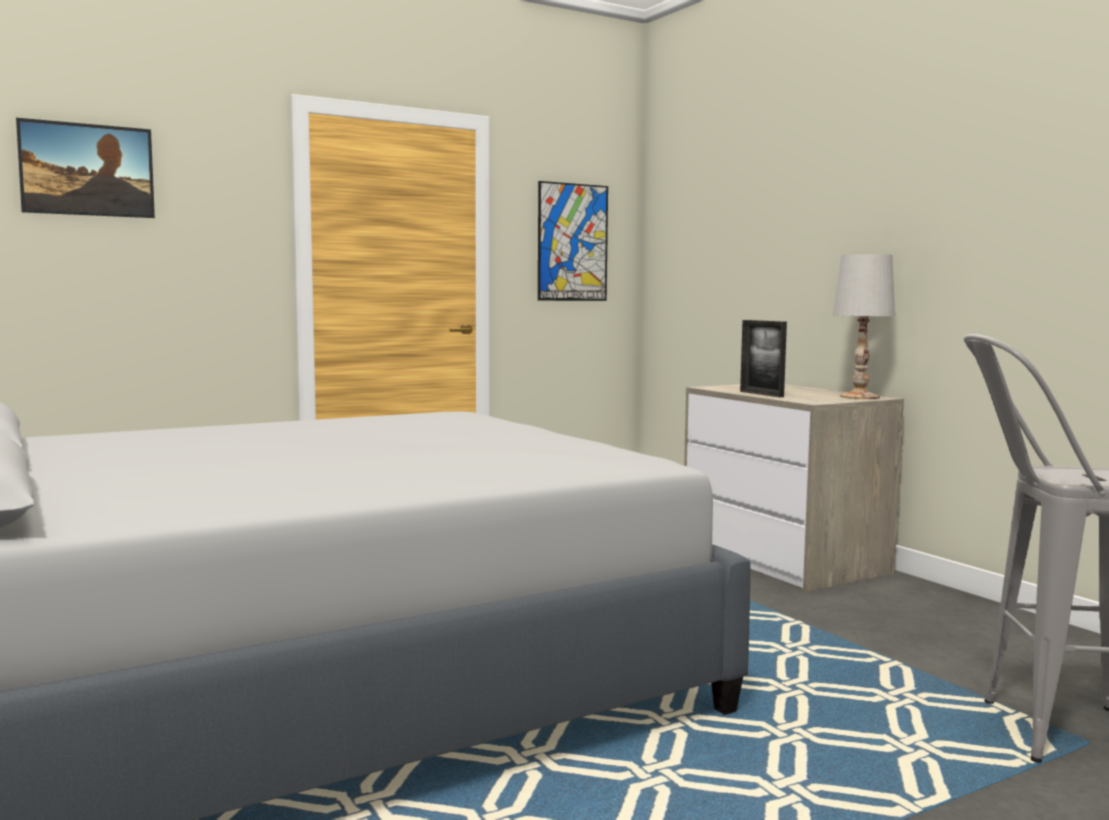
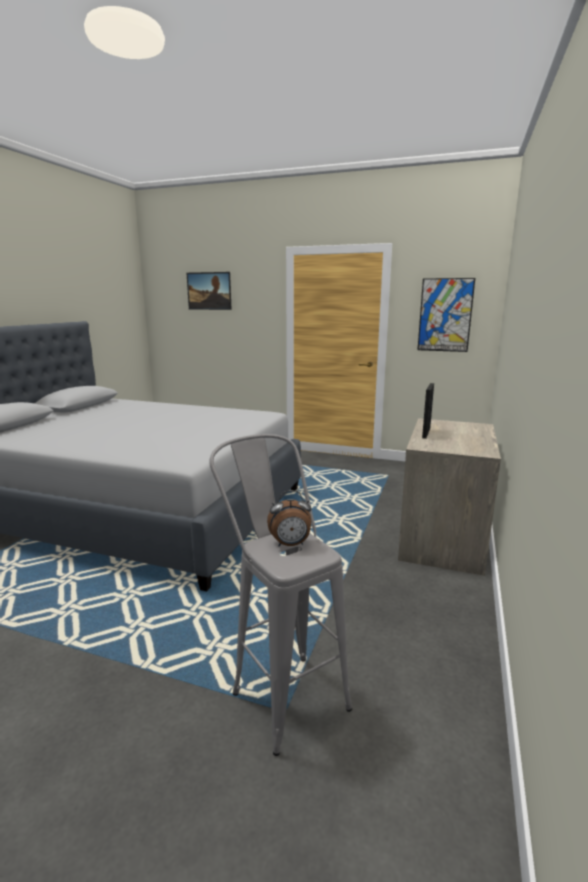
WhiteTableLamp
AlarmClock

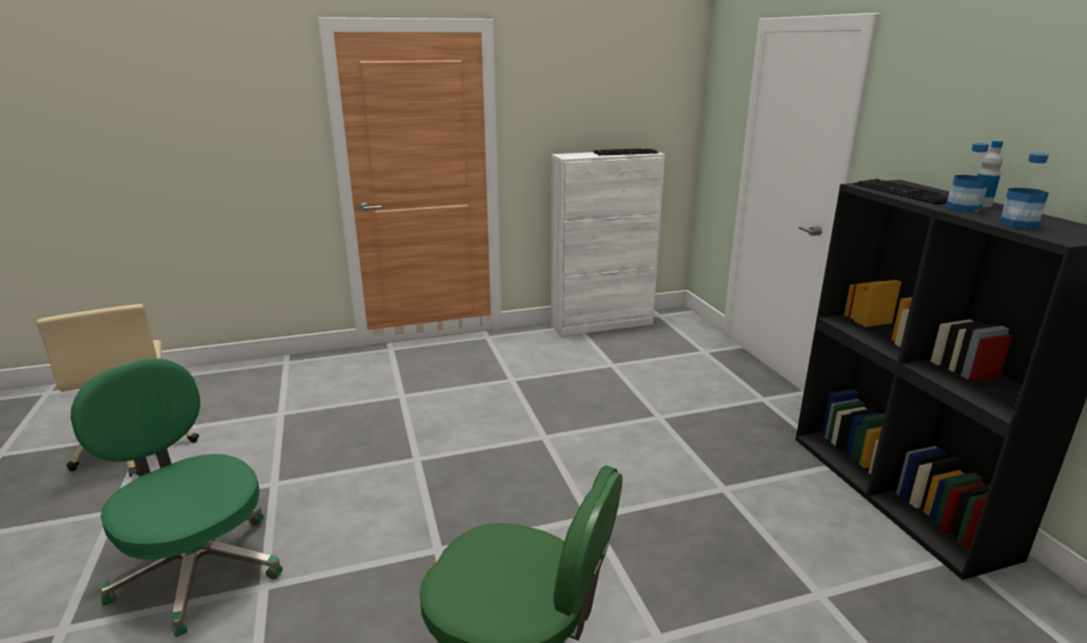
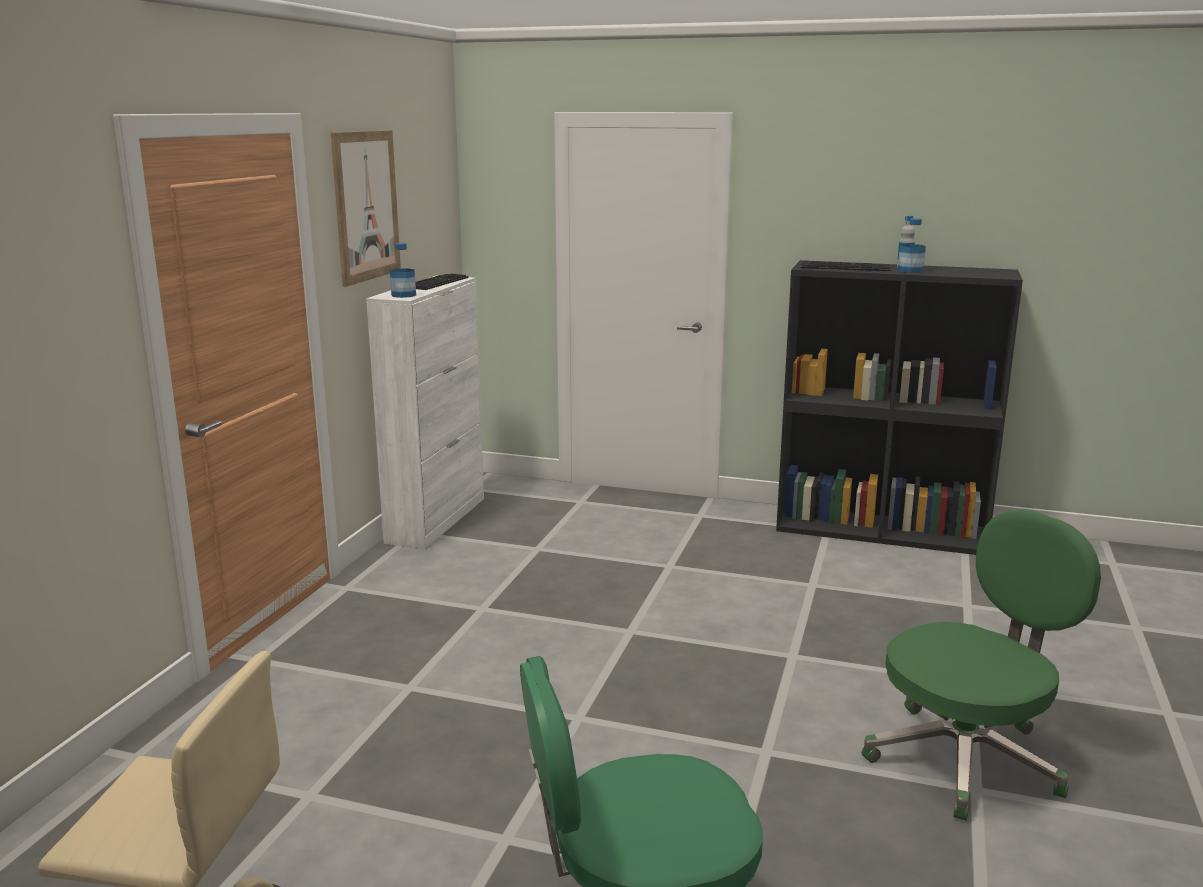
Bottle (no. 1 from left)
Picture

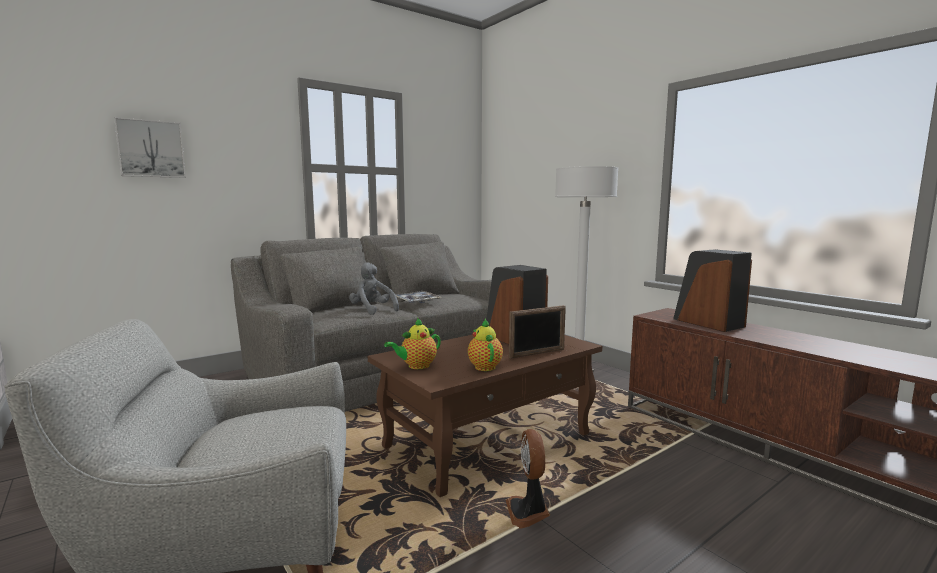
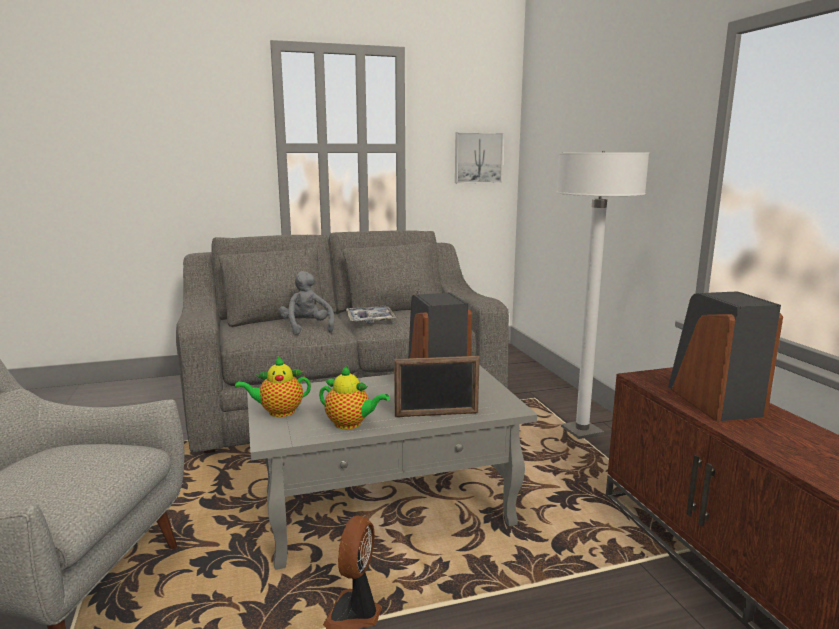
Picture
Teapot (no. 2 from left)
GreyCoffeeTable

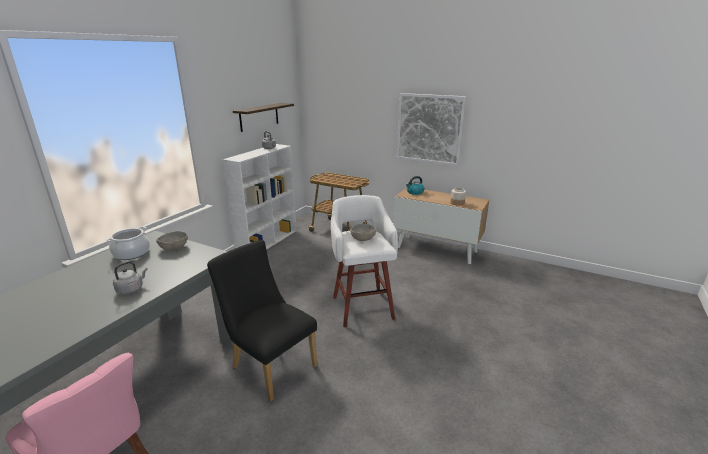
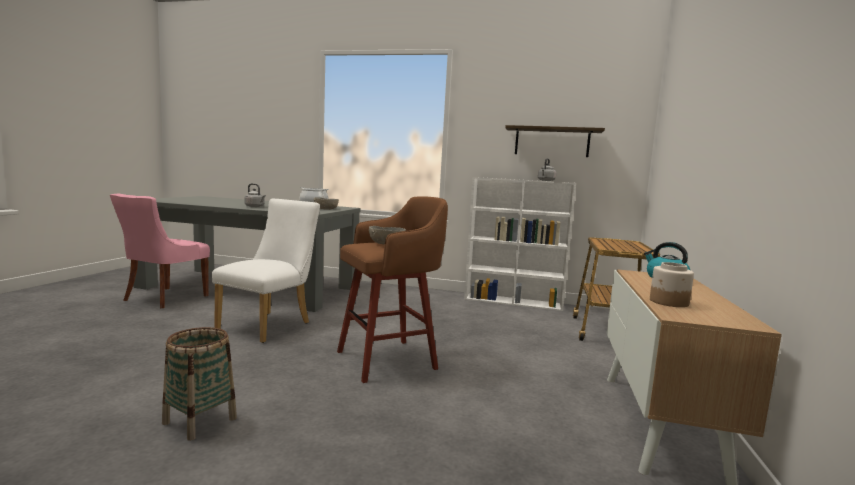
Picture
BrownStool
WhiteChair
Basket

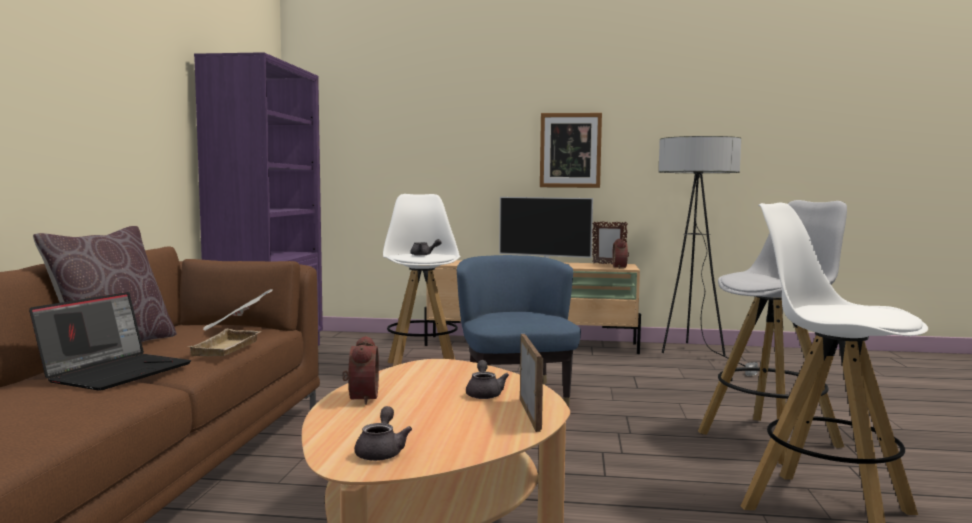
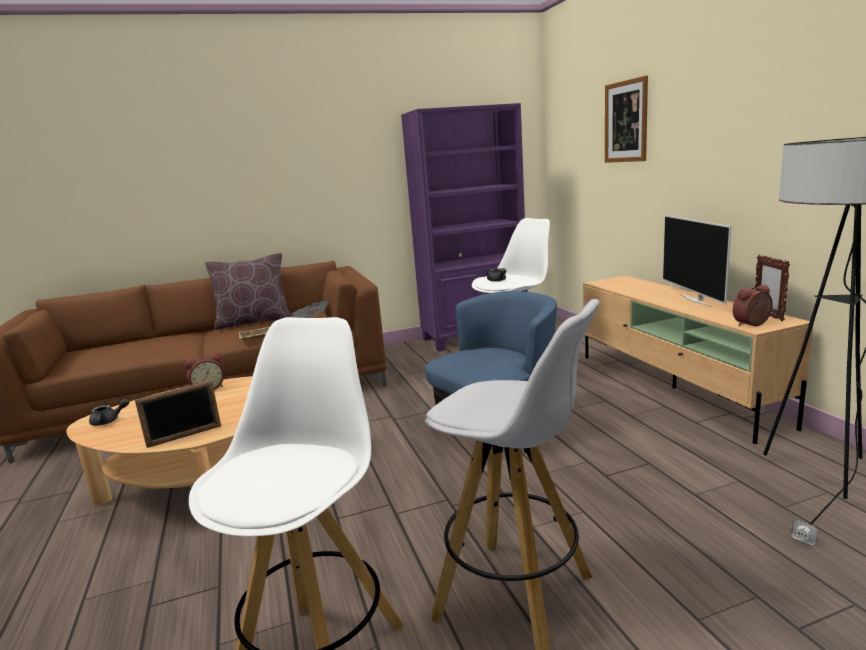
Picture
Laptop
GreyTeapot (no. 3 from left in the first image)

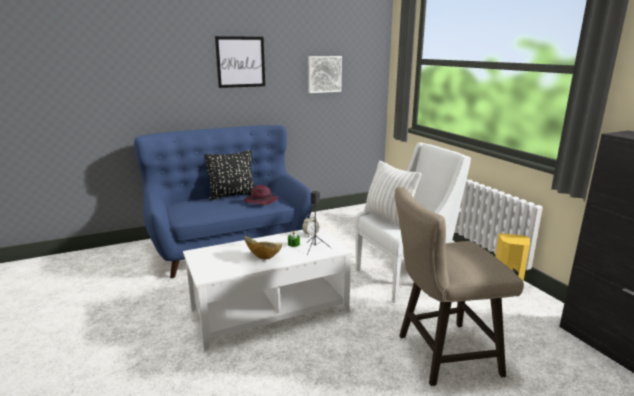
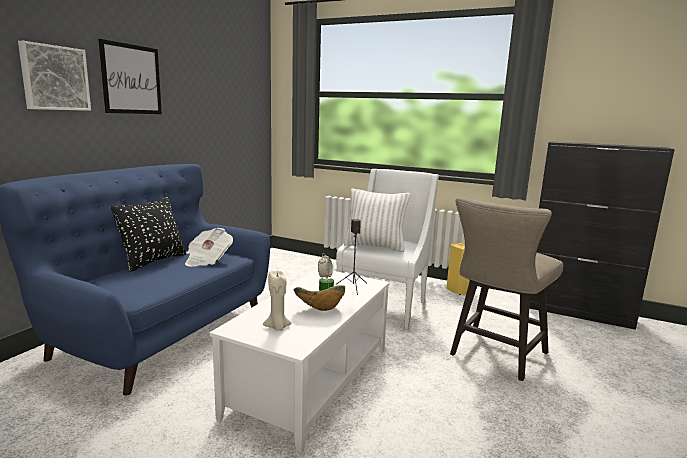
Picture (no. 1 from left)
Newspaper
BeigeCandle

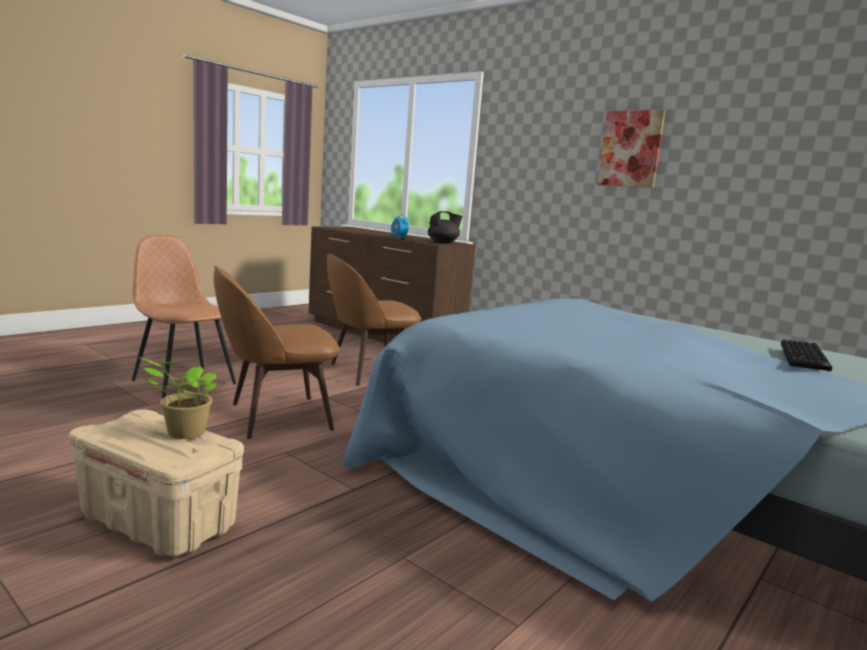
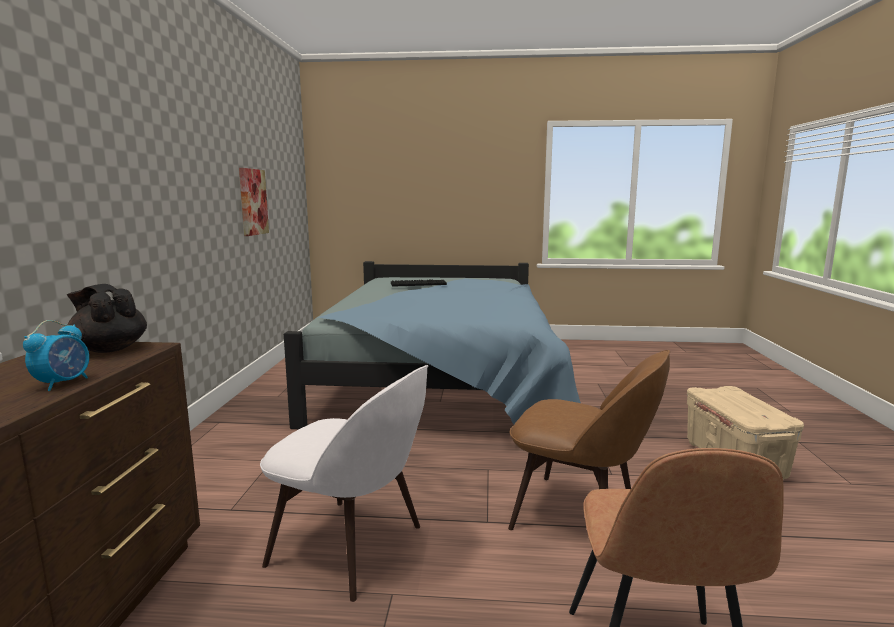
Picture
WhiteChair
PottedPlant

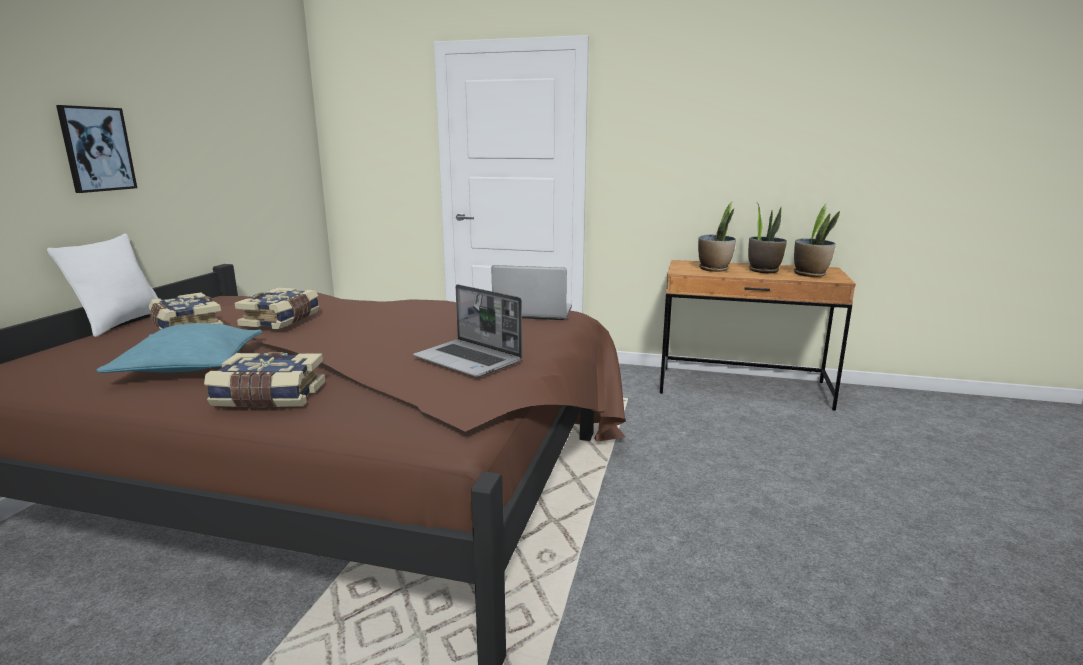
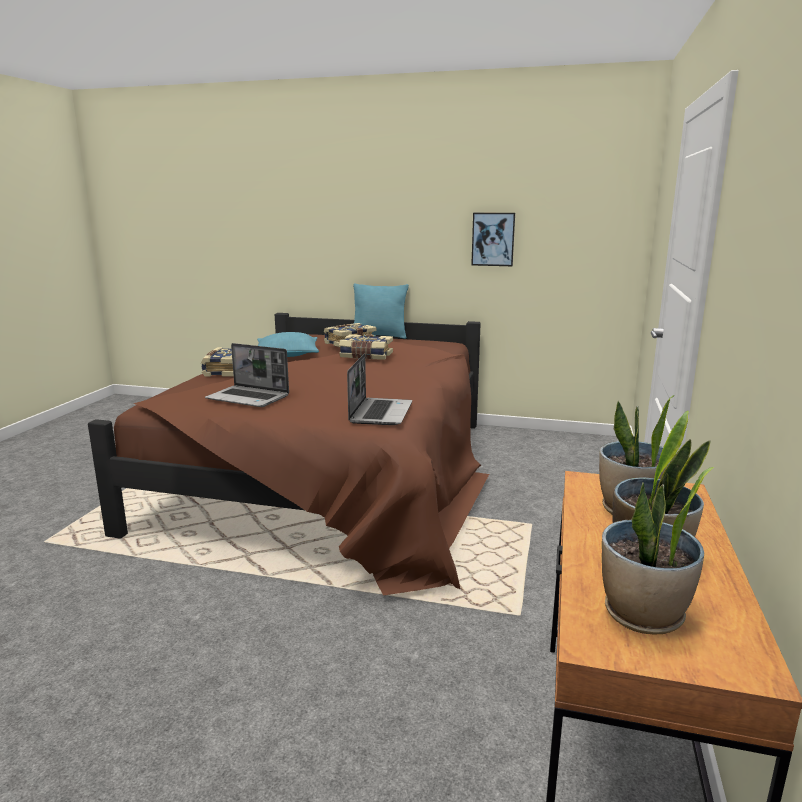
Picture
TurquoisePillow (no. 2 from left)
Laptop (no. 1 from left)

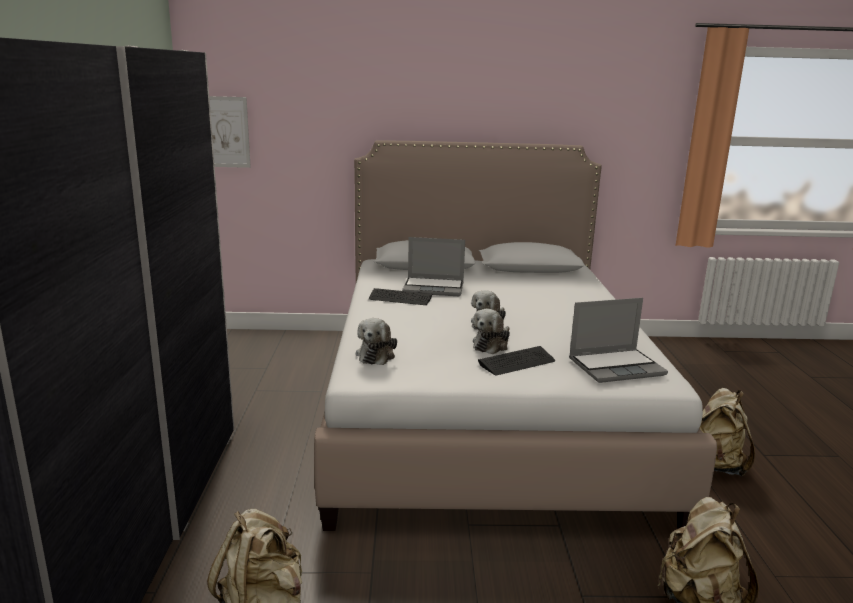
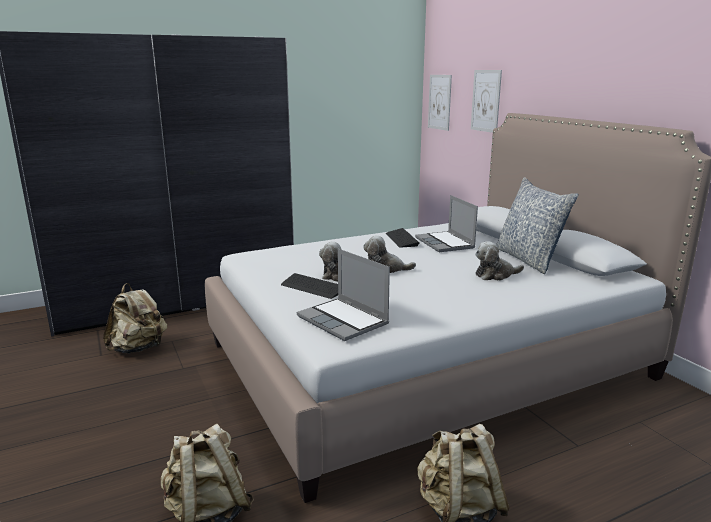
PlushToy (no. 3 from left)
Picture (no. 2 from left)
Pillow

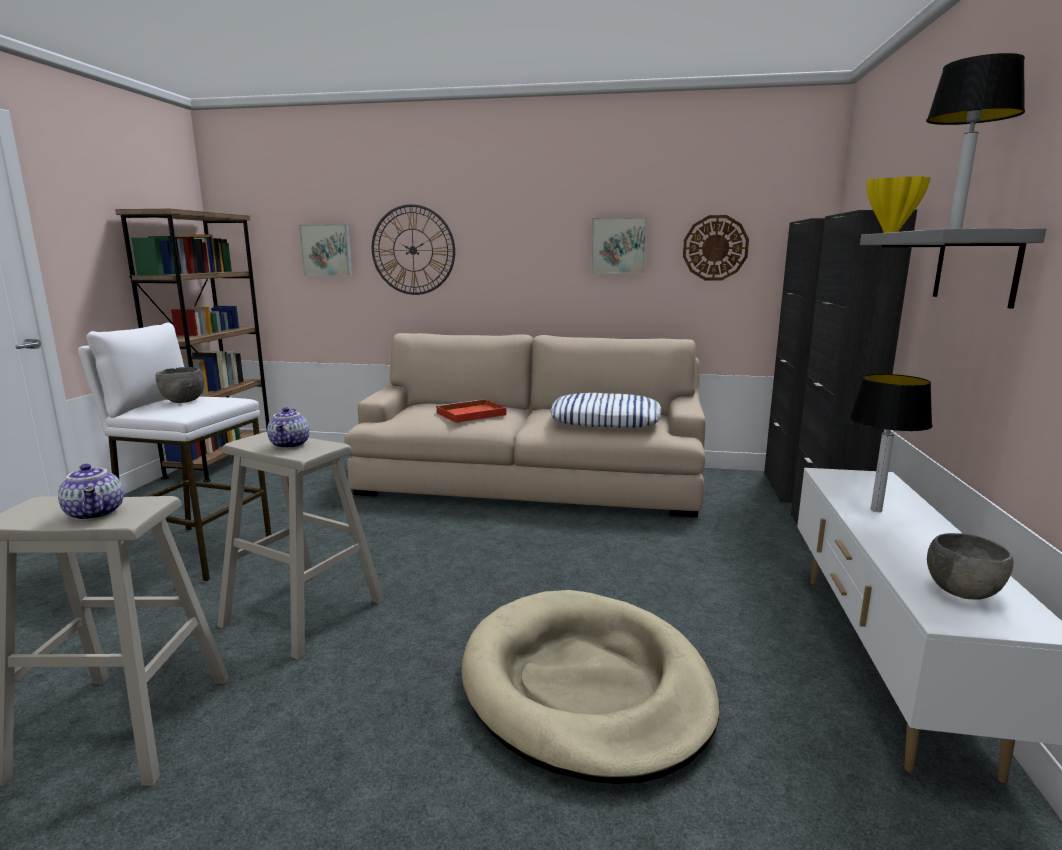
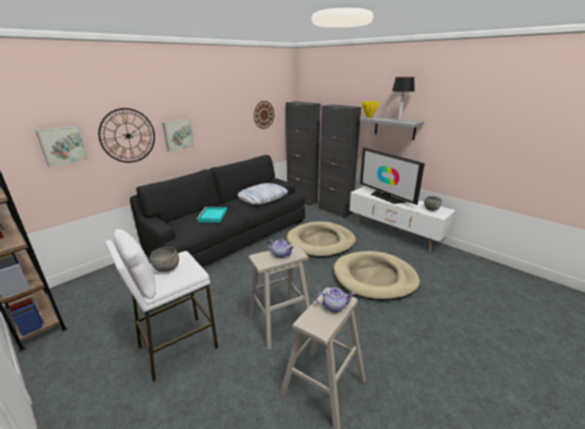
Picture (no. 2 from left)
BlackSofa
Television
TurquoiseTray
BeigeDogBed (no. 1 from left)

